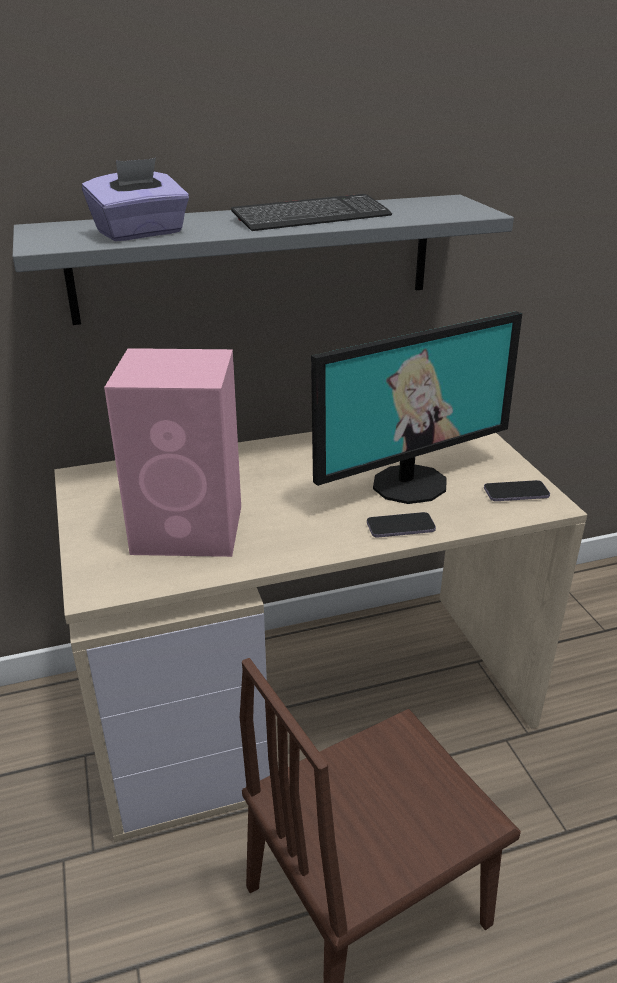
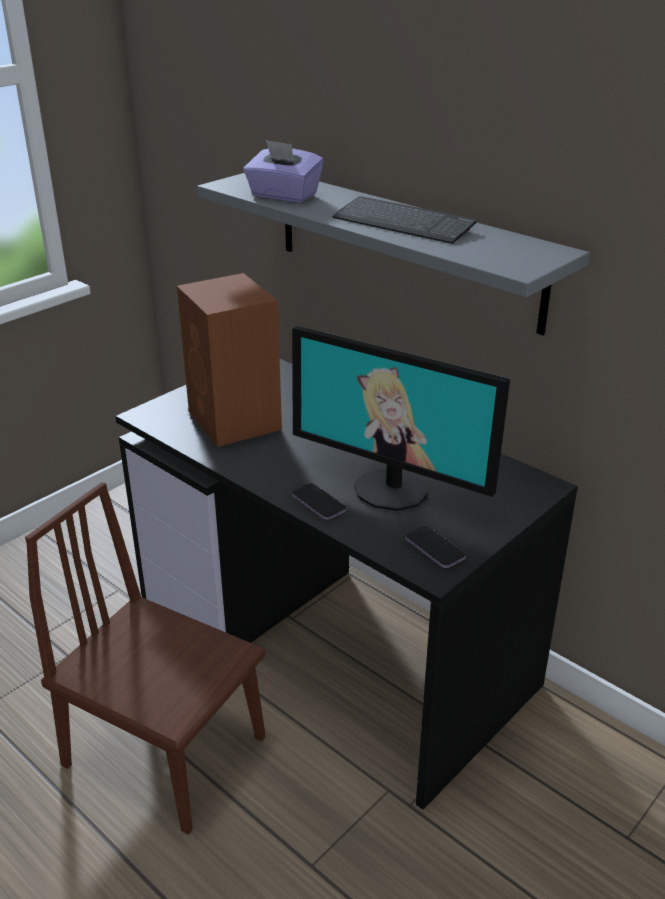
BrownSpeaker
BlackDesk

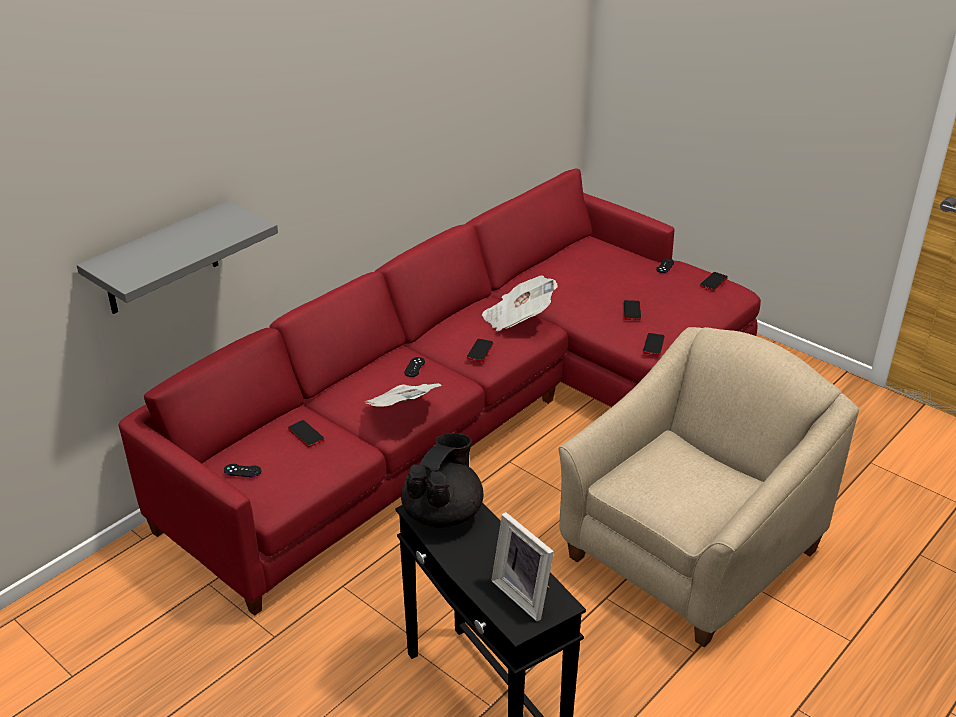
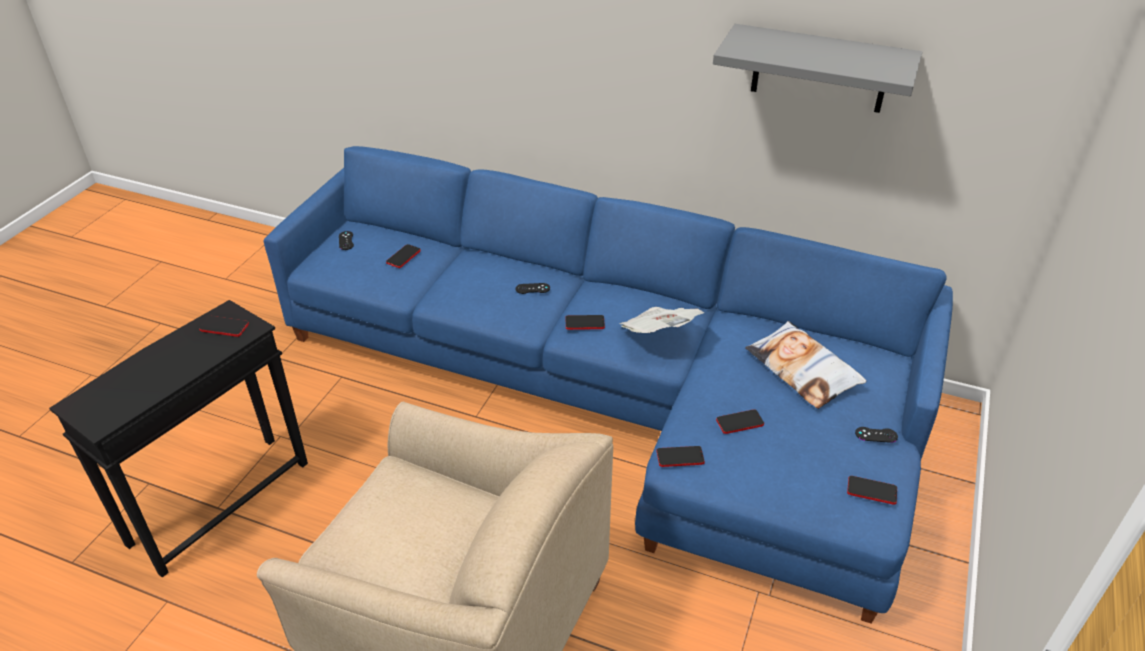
BlueSofa
GreyShelf
Newspaper (no. 1 from left in the first image)
Phone (no. 1 from left)
PictureFrame
Pillow

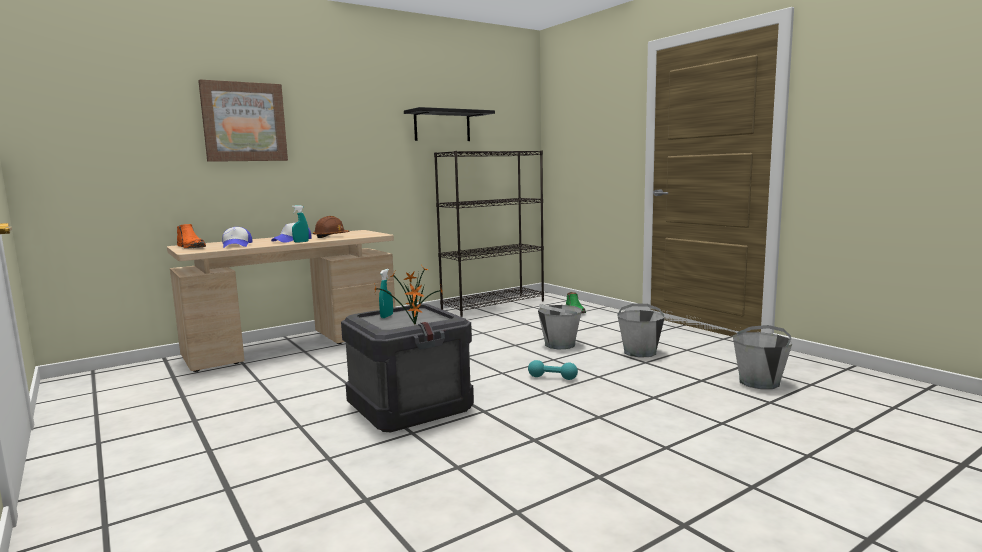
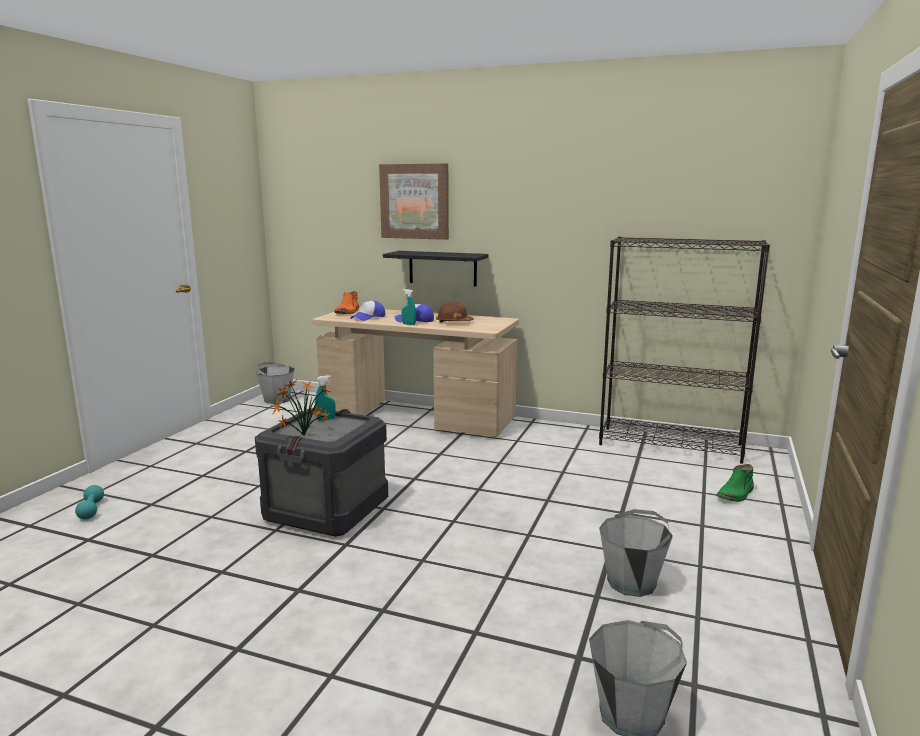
BlackShelf
GreyBucket (no. 1 from left)
TurquoiseDumbbell

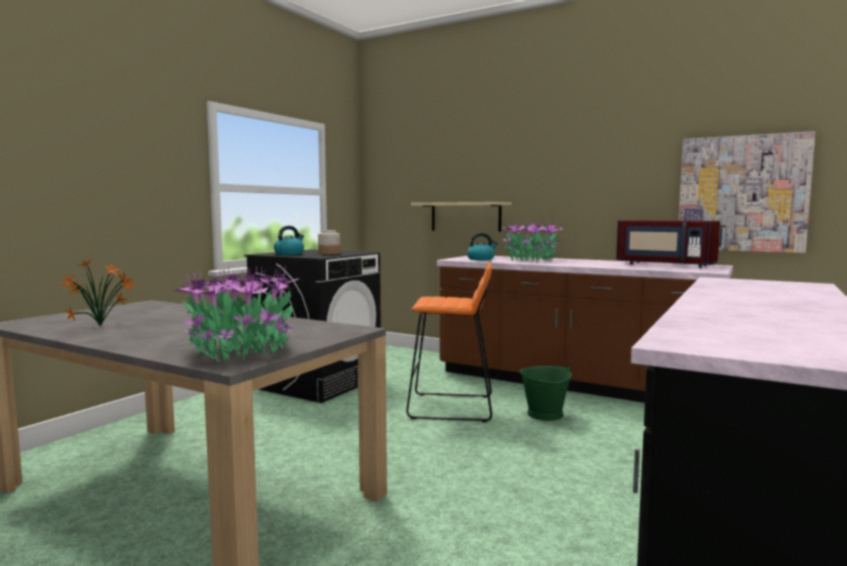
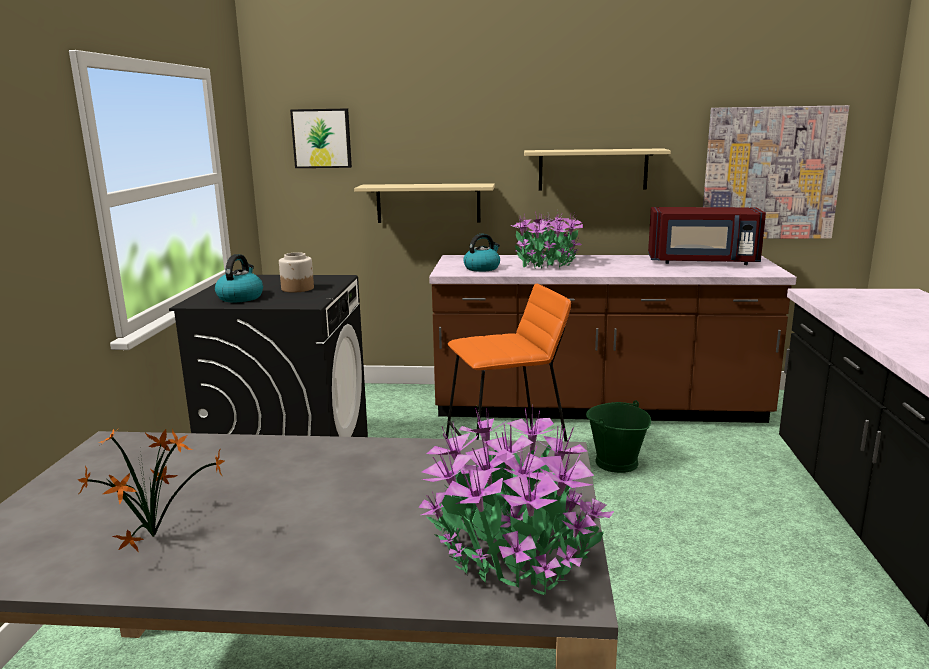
Picture (no. 1 from left)
BeigeShelf (no. 2 from left)

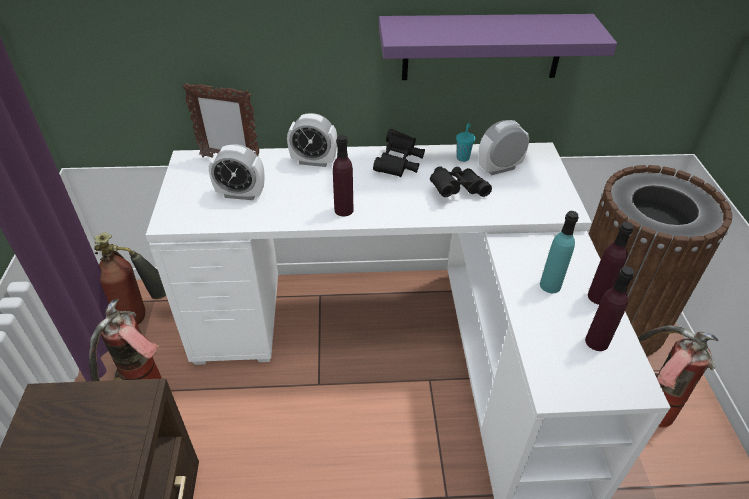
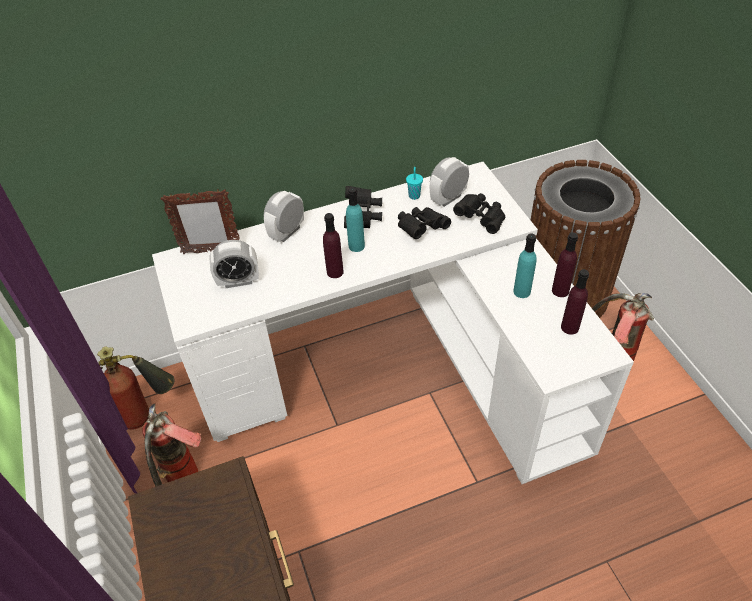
PurpleShelf
AlarmClock (no. 2 from left)
TurquoiseBottle (no. 1 from left)
BlackBinoculars (no. 3 from left)

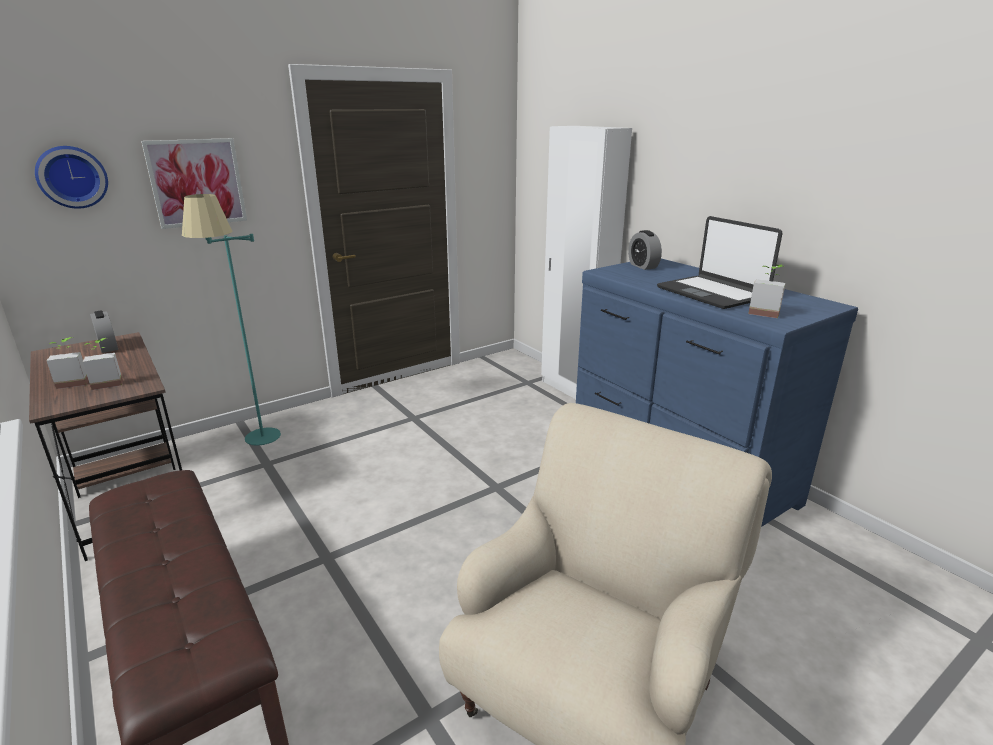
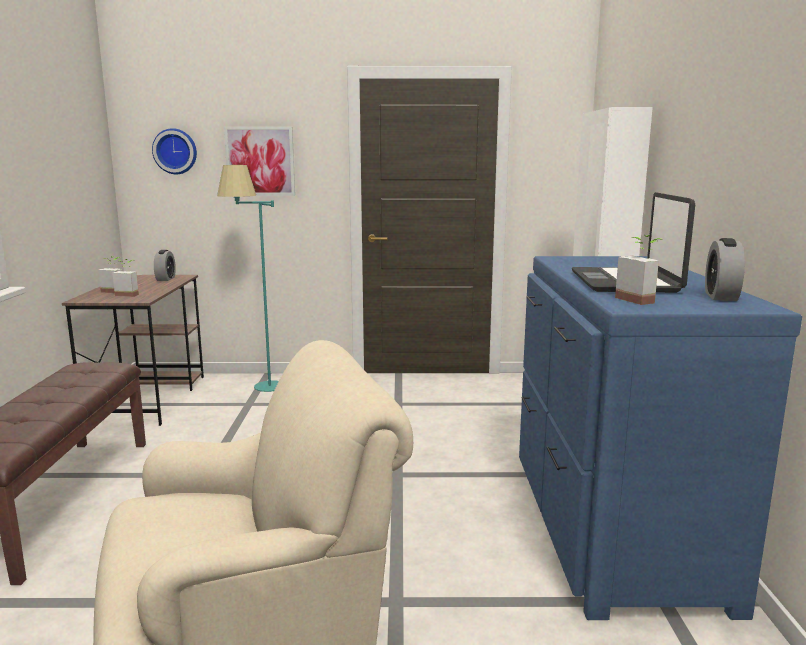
AlarmClock (no. 2 from left)

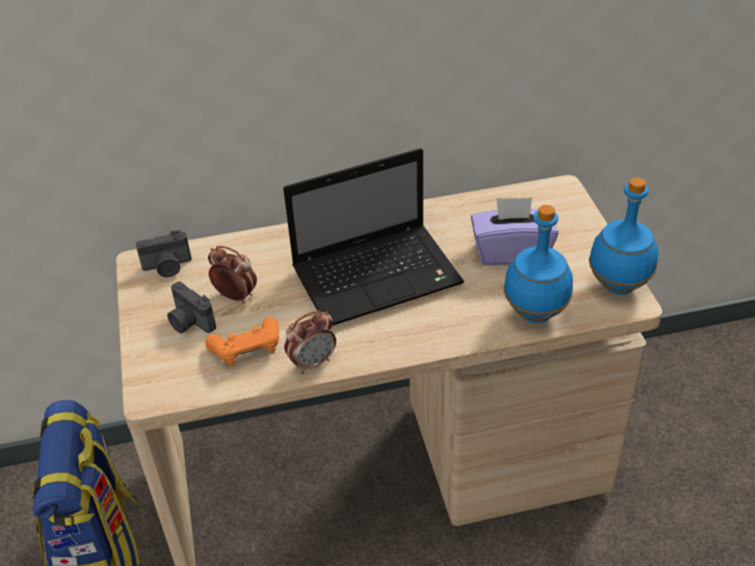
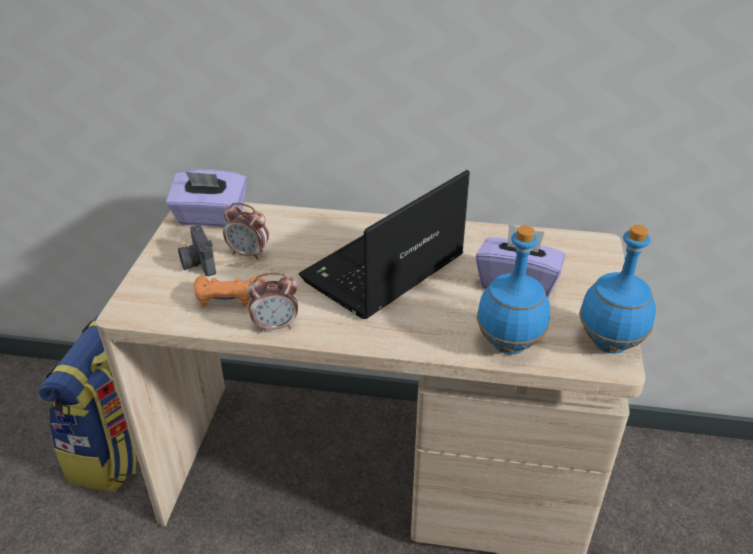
Laptop
PurpleTissueBox (no. 1 from left)
AlarmClock (no. 1 from left)

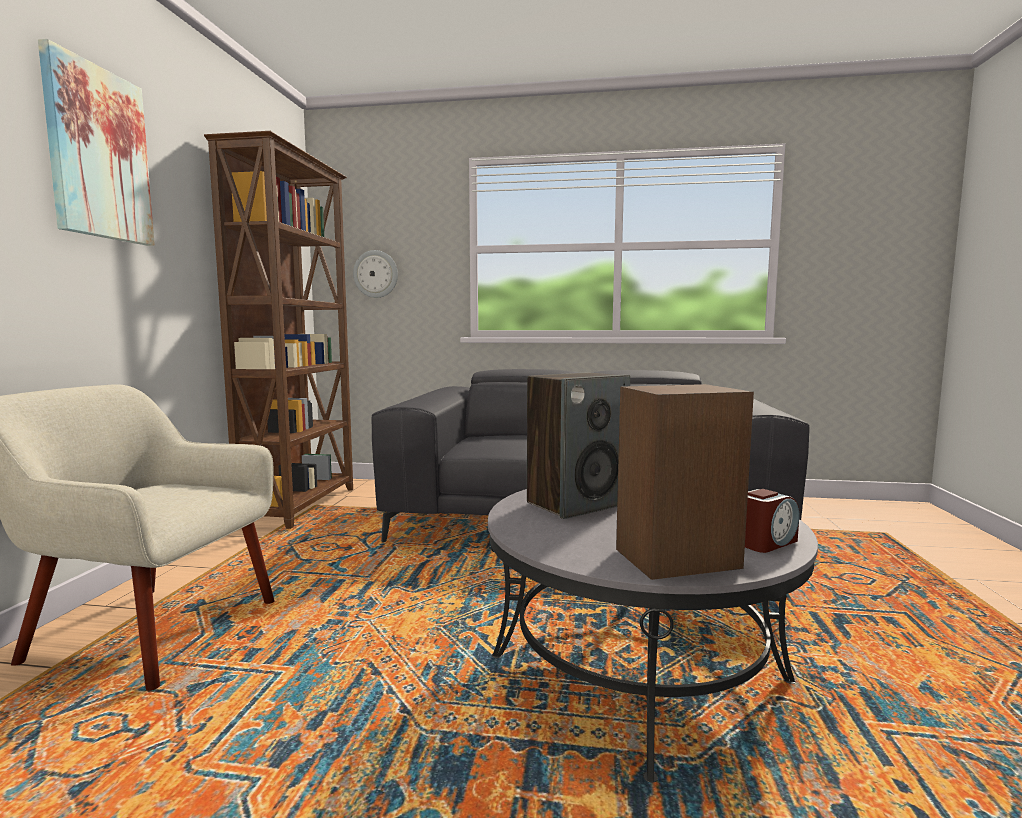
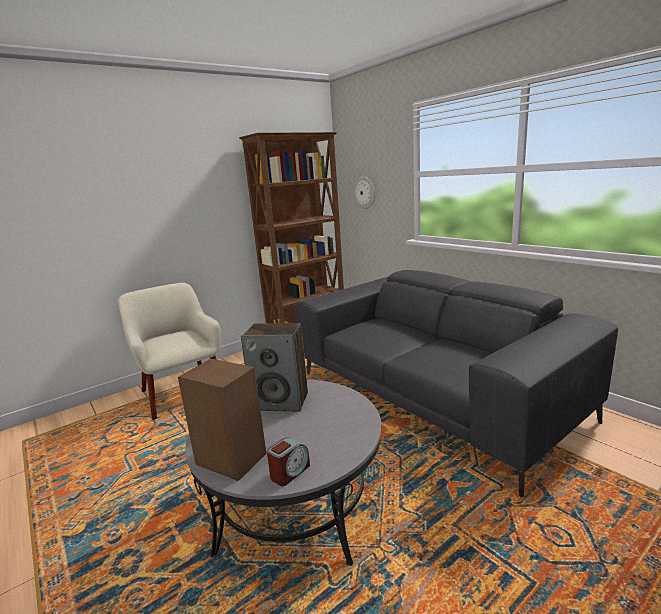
Picture
AlarmClock

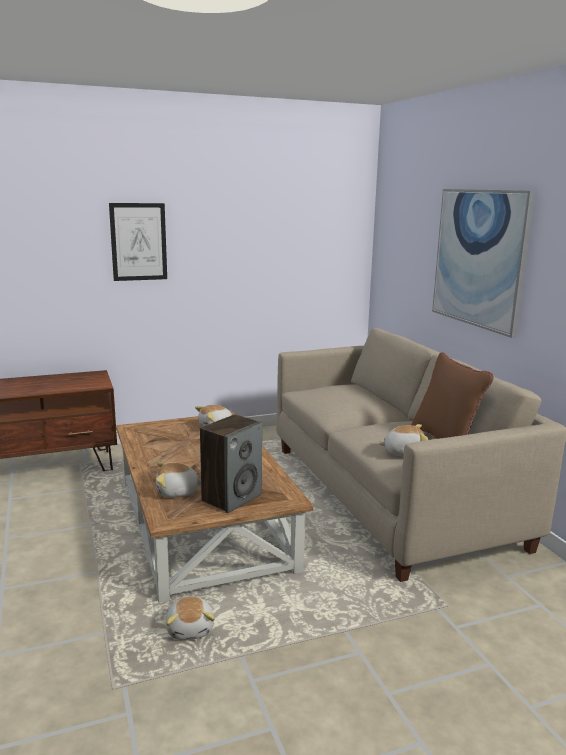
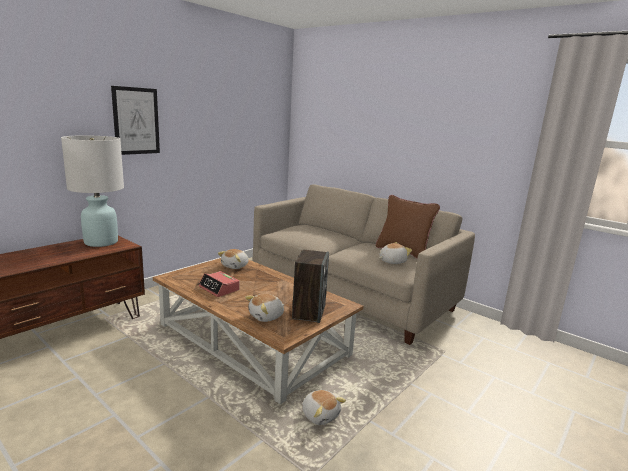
Picture (no. 2 from left in the first image)
WhiteTableLamp
AlarmClock

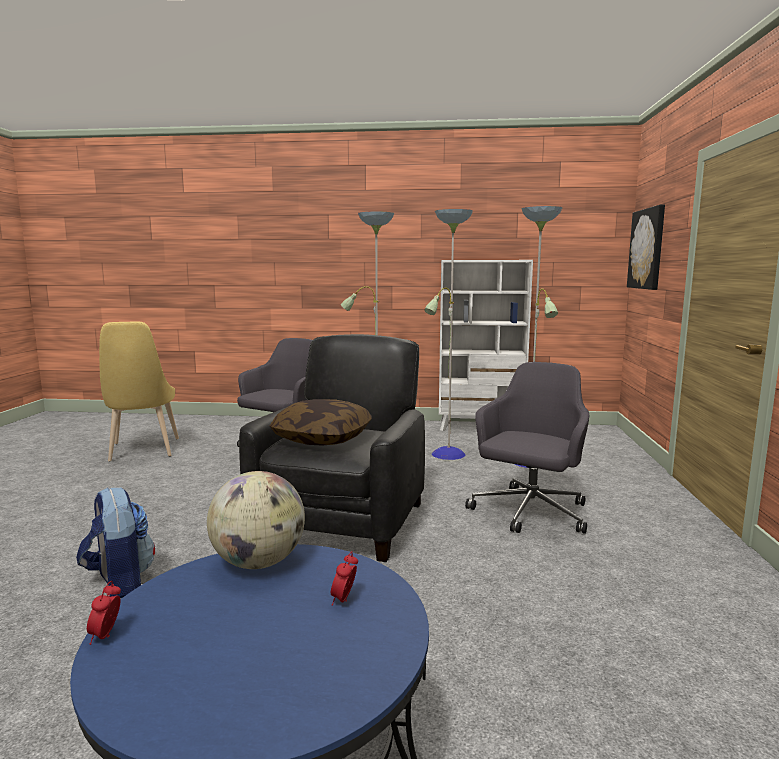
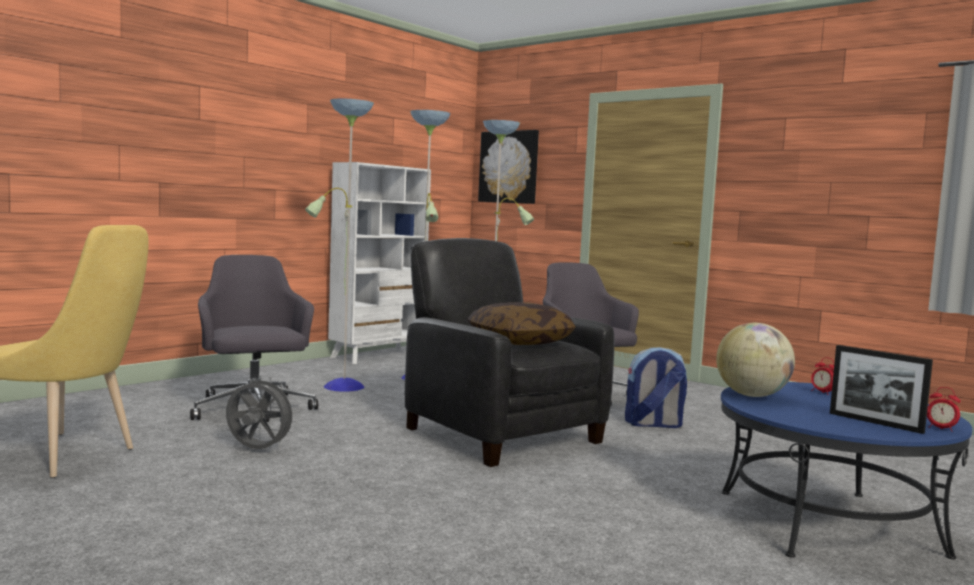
Backpack
AlarmClock (no. 2 from left)
PictureFrame
GreyFan

